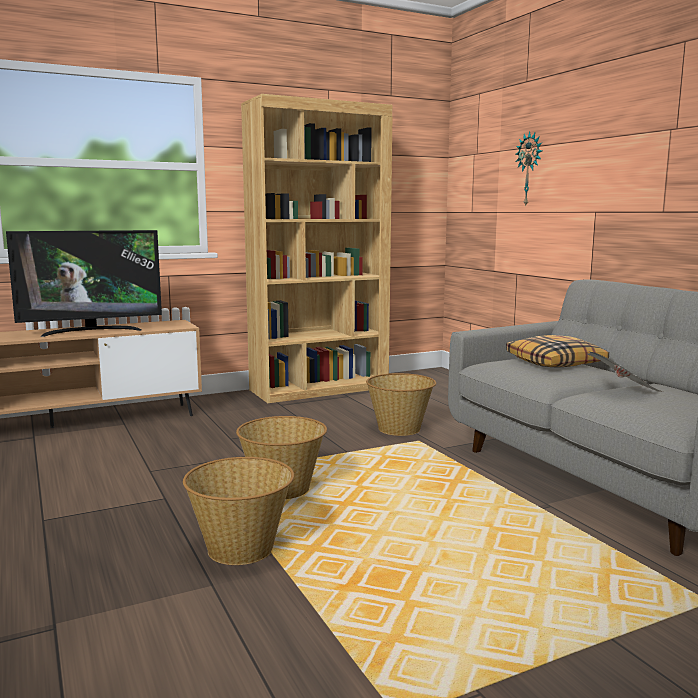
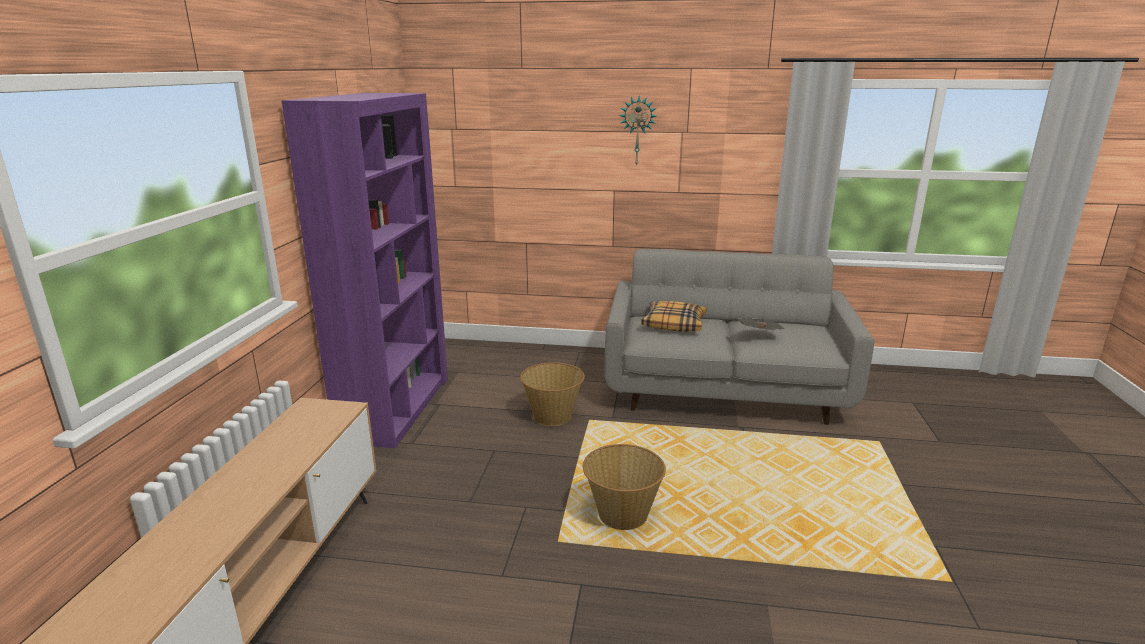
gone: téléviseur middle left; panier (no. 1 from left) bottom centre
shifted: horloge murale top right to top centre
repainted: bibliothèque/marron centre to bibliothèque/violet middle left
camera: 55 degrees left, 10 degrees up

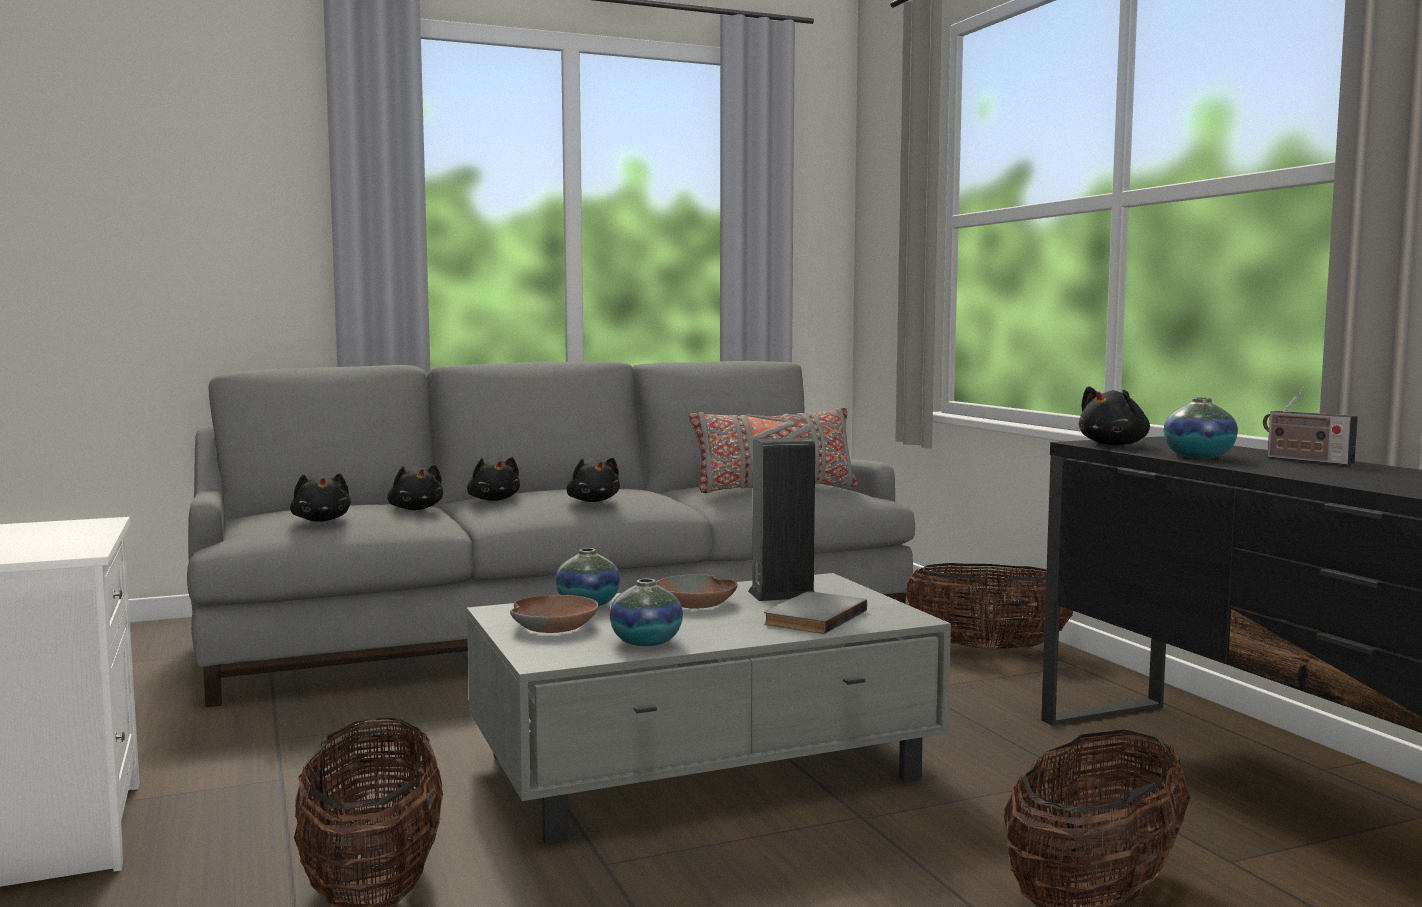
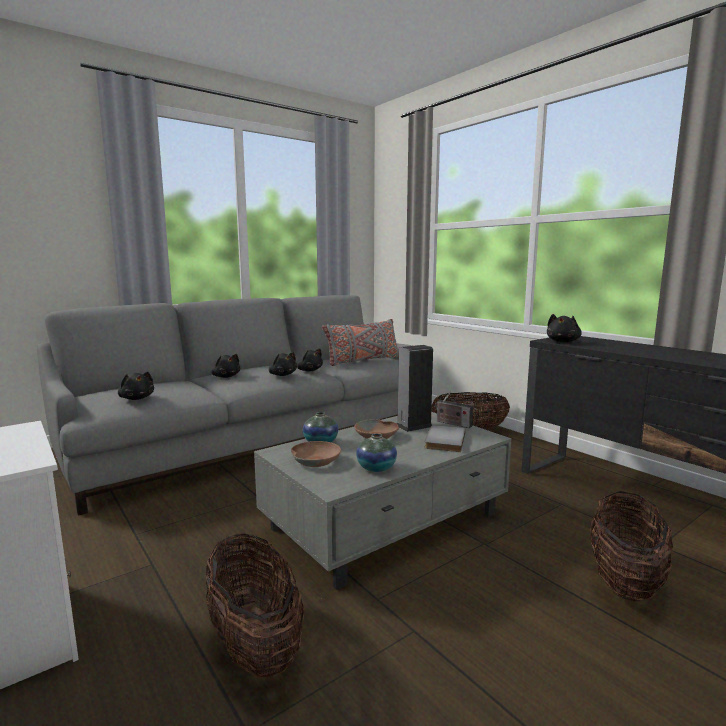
gone: vase (no. 3 from left) middle right
shifted: peluche/noir (no. 2 from left in the first image) middle left to peluche/noir (no. 4 from left) centre; radio middle right to centre
camera: 15 degrees left, 5 degrees up

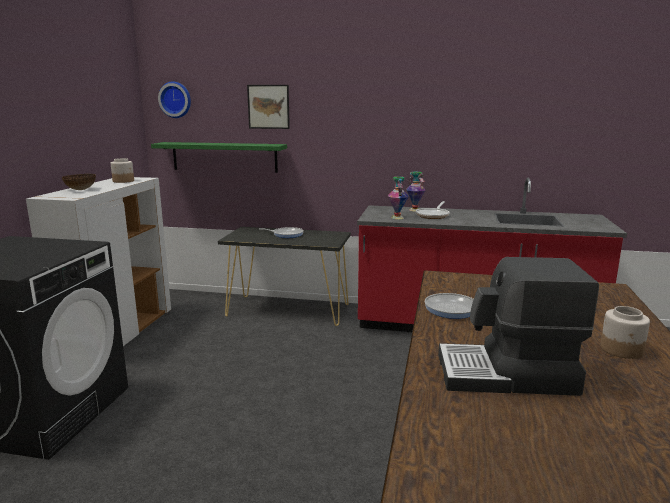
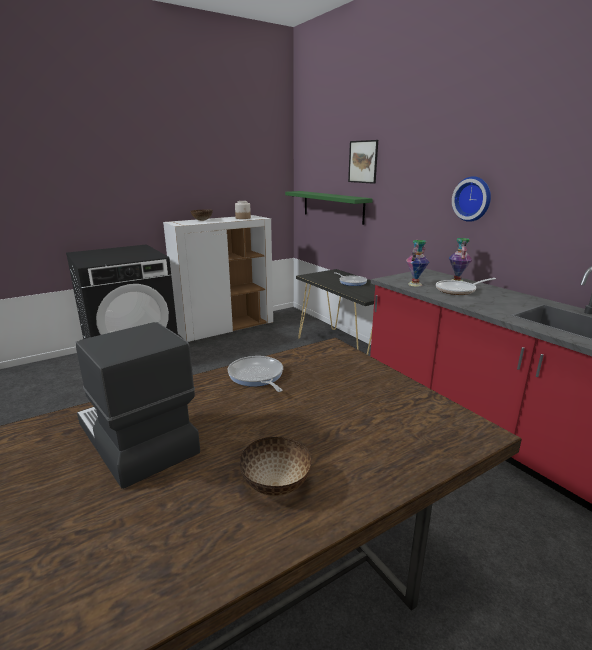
shifted: horloge murale top left to top right
swapped: bocal (no. 2 from left) middle right to bol (no. 2 from left) bottom centre
camera: 45 degrees right, 5 degrees up

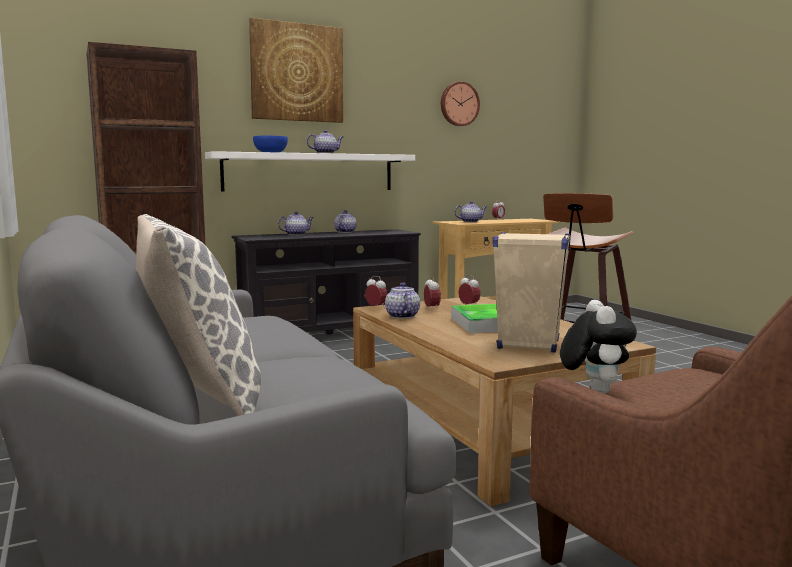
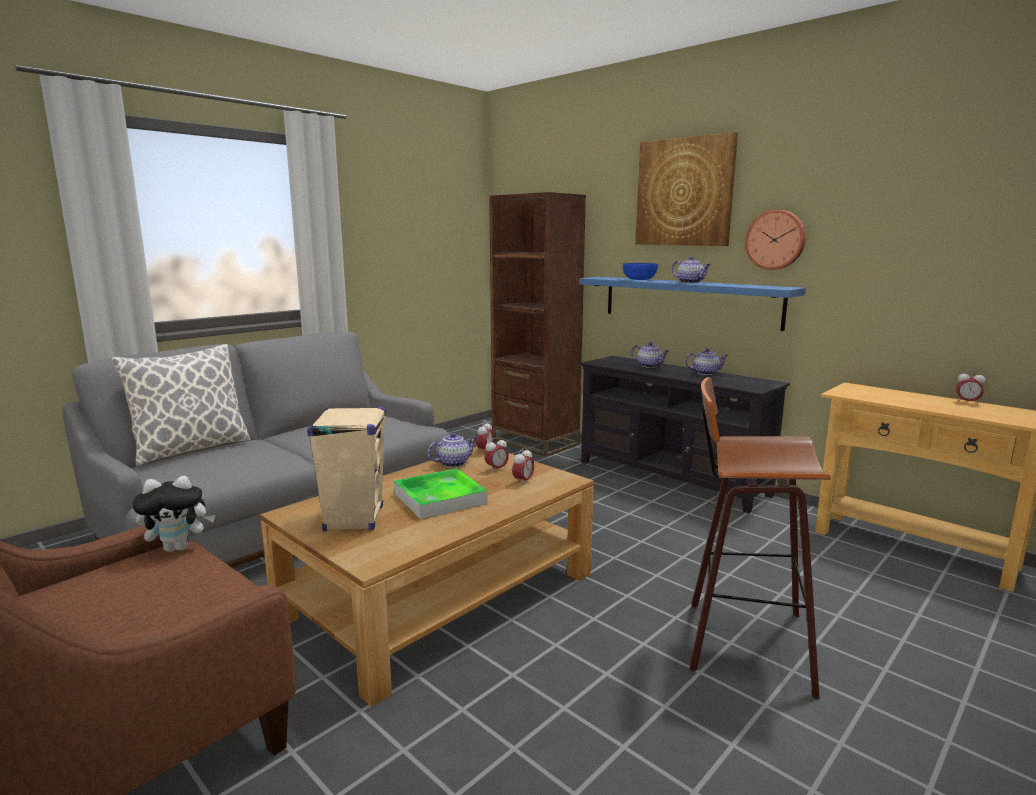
gone: théière (no. 5 from left) centre
shifted: horloge murale top centre to top right
repainted: étagère/blanc top centre to étagère/bleu middle right
camera: 70 degrees right, 5 degrees up

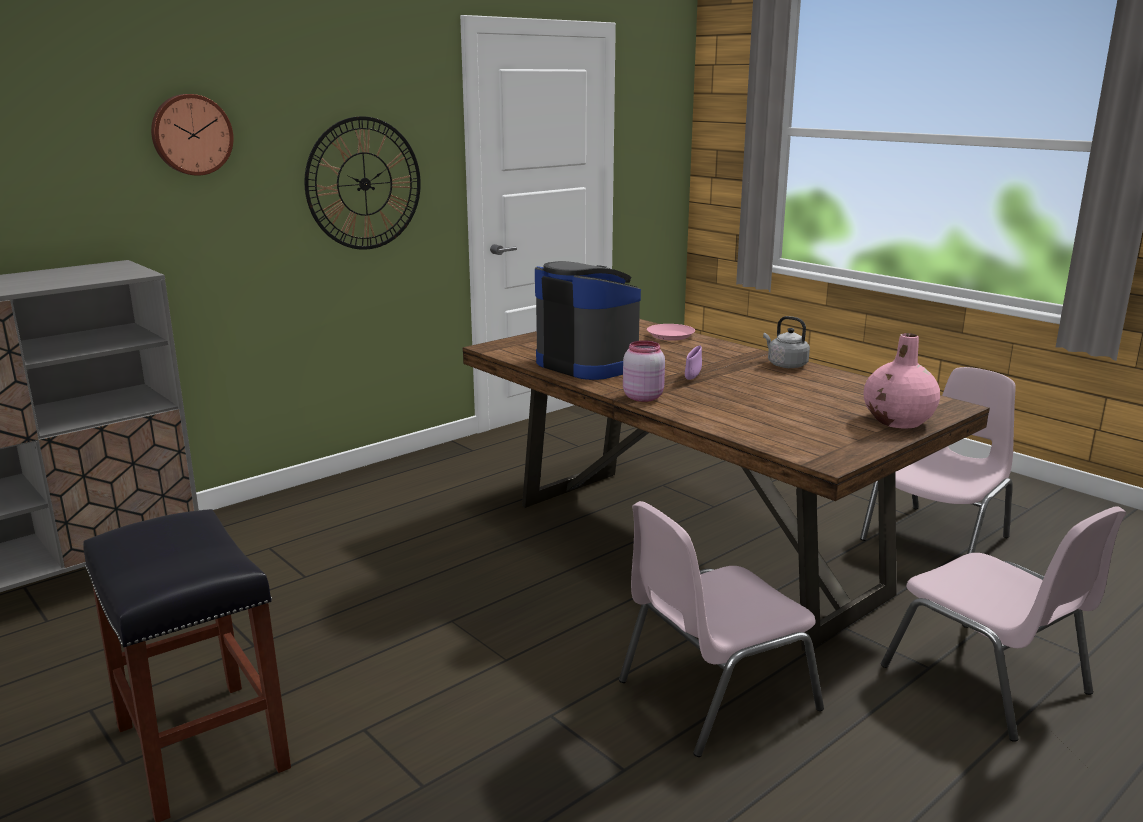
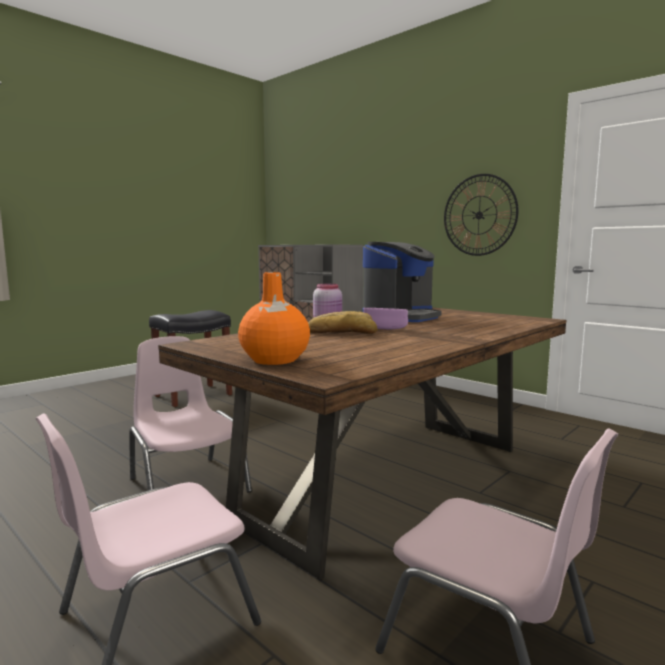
gone: horloge murale (no. 1 from left) top left; assiette/rose centre; bouilloire/gris middle right
new: pain centre
repainted: vase/rose middle right to vase/orange centre
camera: 85 degrees right, 10 degrees down

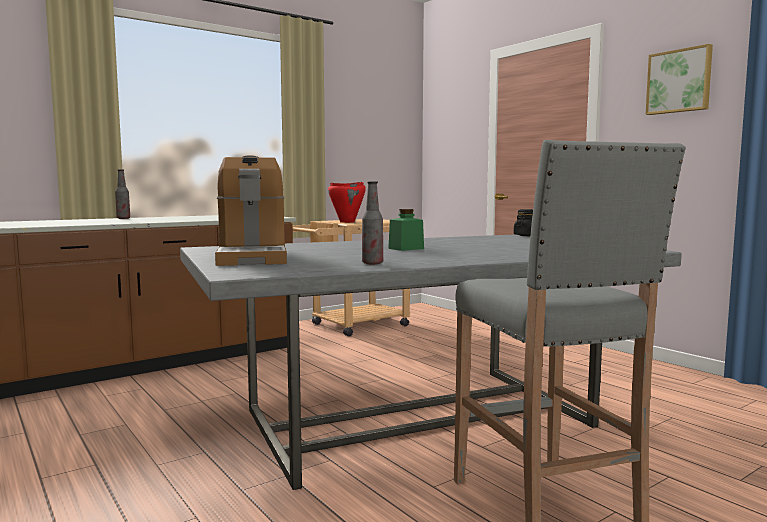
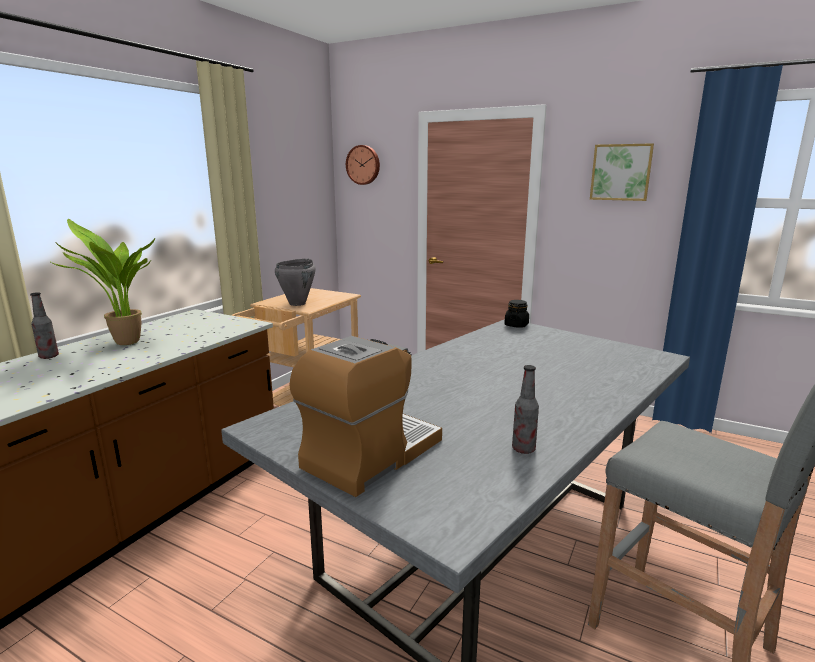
gone: bocal/vert centre
new: plante en pot middle left; horloge murale top centre
repainted: marmite/rouge centre to marmite/gris centre
rotated: machine à café middle left = centre 105 degrees counterclockwise
camera: 25 degrees left, 10 degrees up

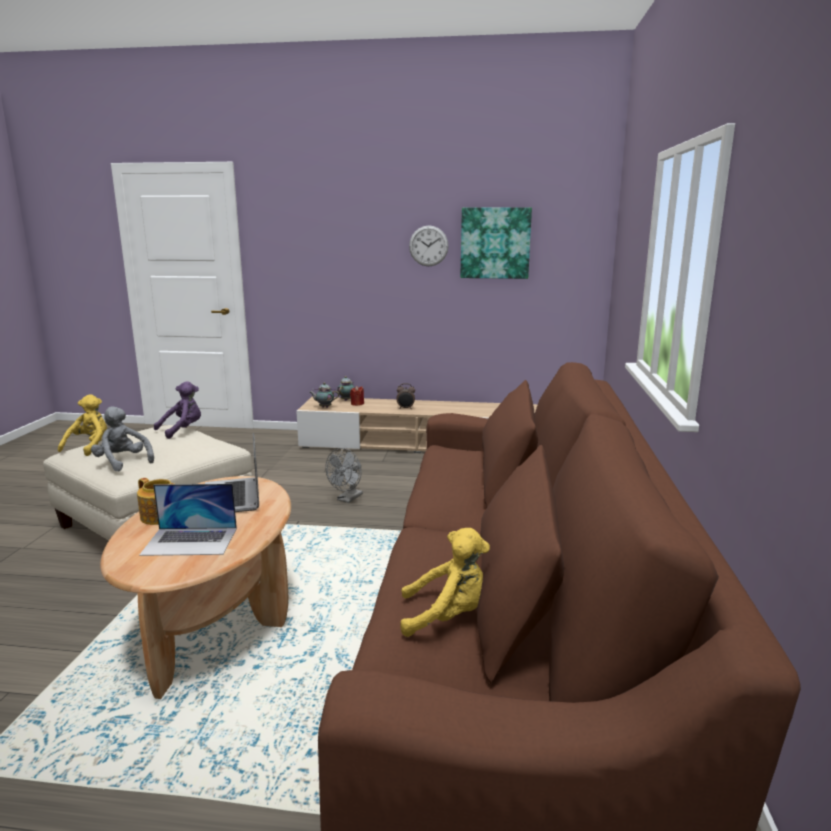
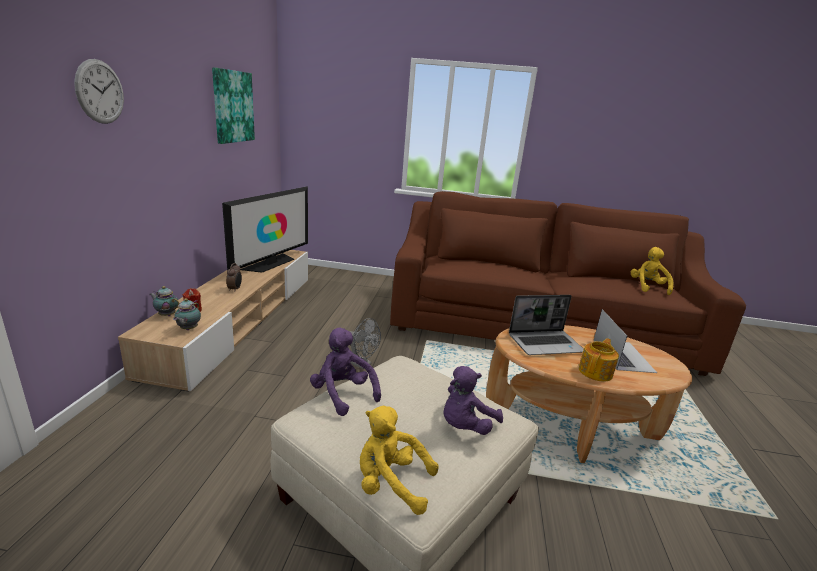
new: téléviseur middle left
shifted: horloge murale top centre to top left
repainted: peluche/gris middle left to peluche/violet (no. 2 from left) bottom centre
camera: 90 degrees left, 5 degrees up

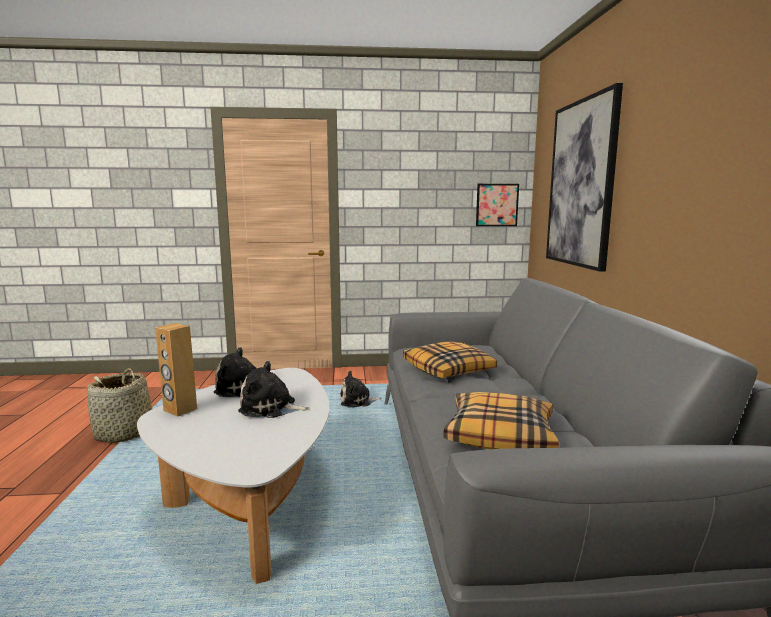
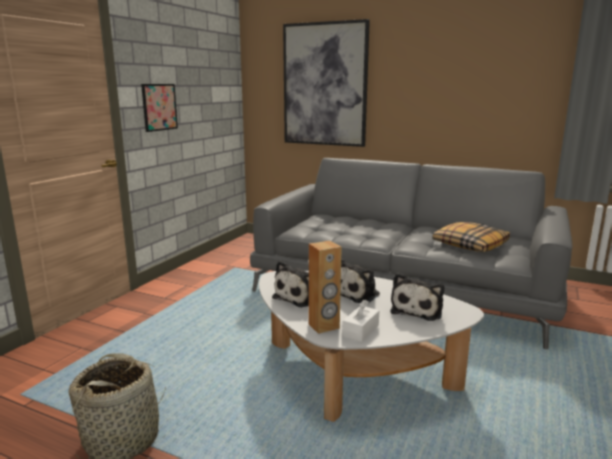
gone: coussin (no. 1 from left) centre
new: boîte à mouchoirs/blanc bottom centre
shifted: tableau (no. 1 from left) top centre to top left; peluche (no. 3 from left) centre to middle right
camera: 60 degrees left, 5 degrees up

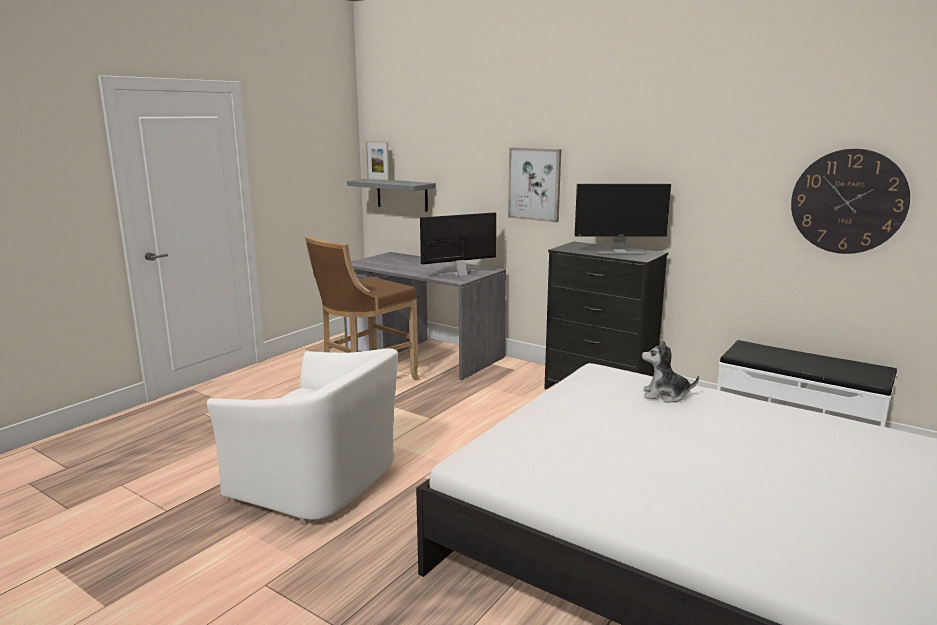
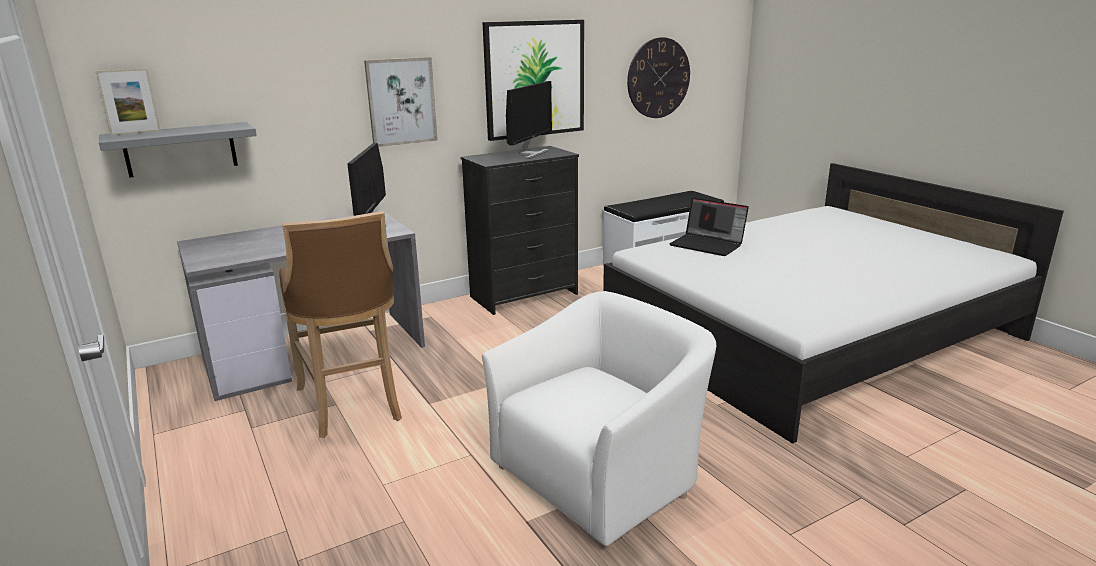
new: tableau (no. 2 from left) top centre
swapped: peluche middle right to ordinateur portable centre
camera: 65 degrees left, 5 degrees up

